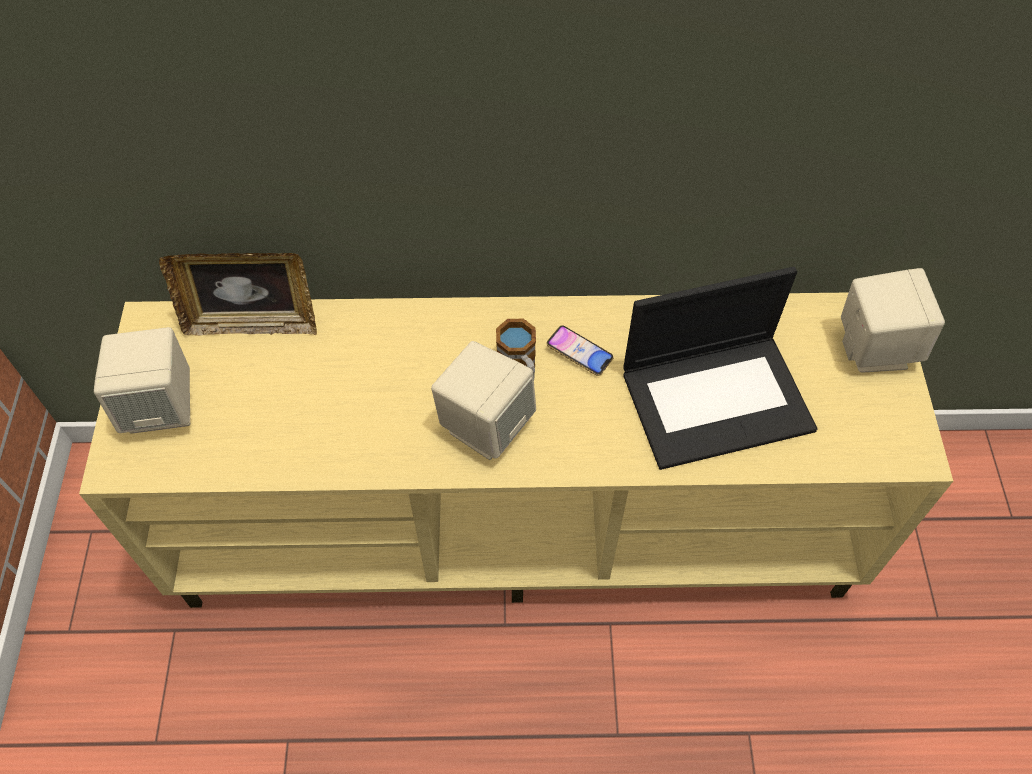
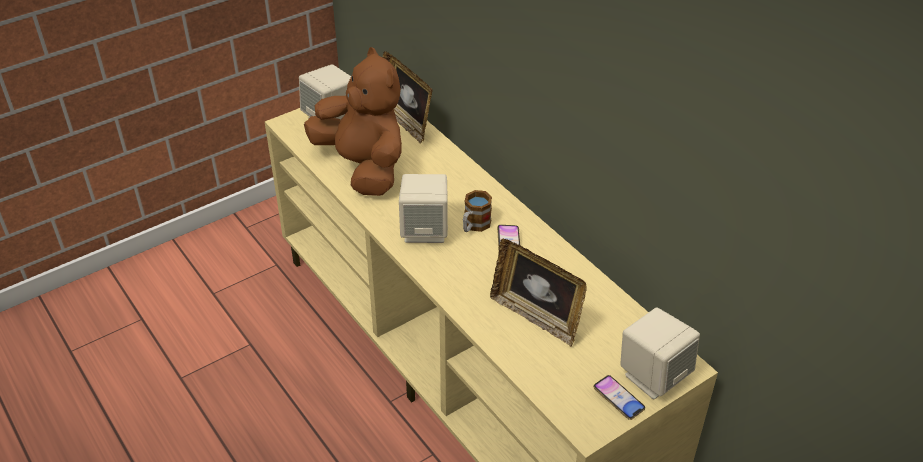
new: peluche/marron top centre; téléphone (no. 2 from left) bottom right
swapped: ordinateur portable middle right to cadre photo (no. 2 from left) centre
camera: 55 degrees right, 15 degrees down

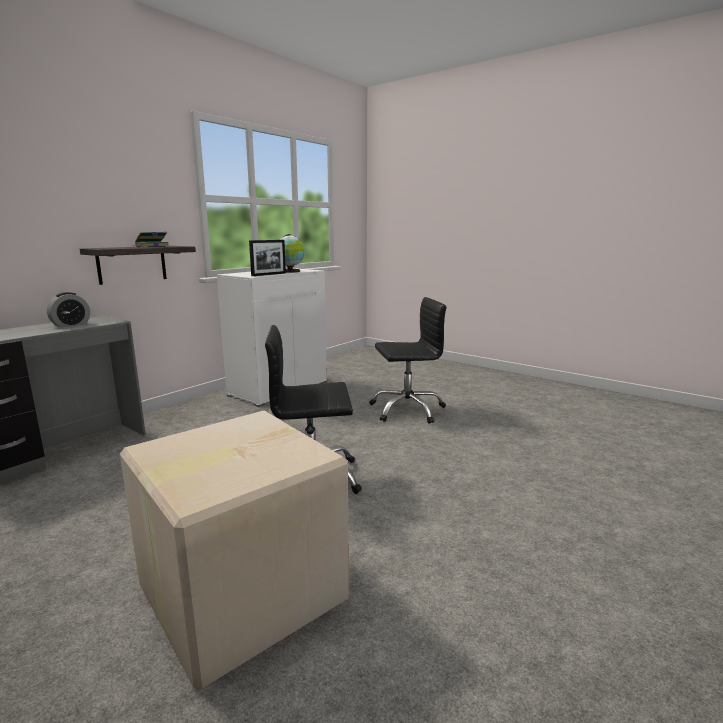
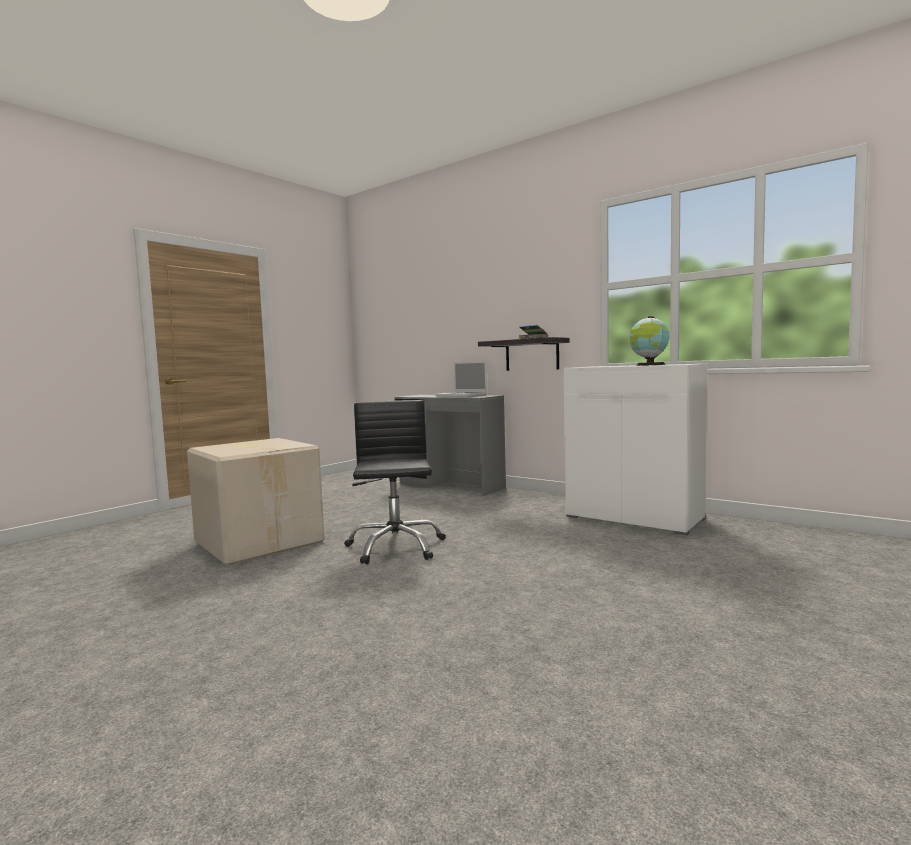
gone: cadre photo centre; chaise de bureau/noir (no. 2 from left) centre
swapped: réveil middle left to ordinateur portable centre
camera: 90 degrees right, 10 degrees down

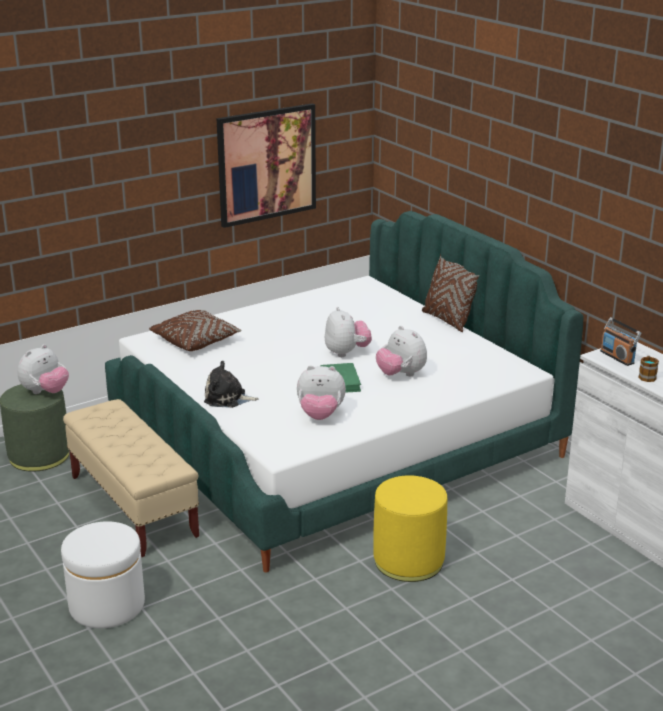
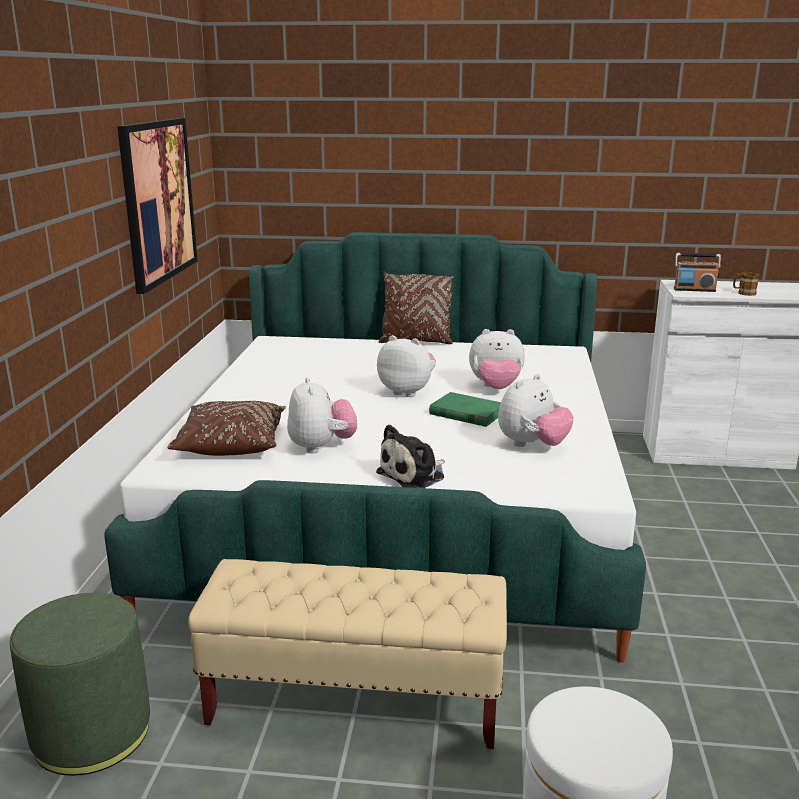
gone: pouf/jaune bottom centre
shifted: peluche (no. 1 from left) middle left to centre
camera: 50 degrees left, 5 degrees down

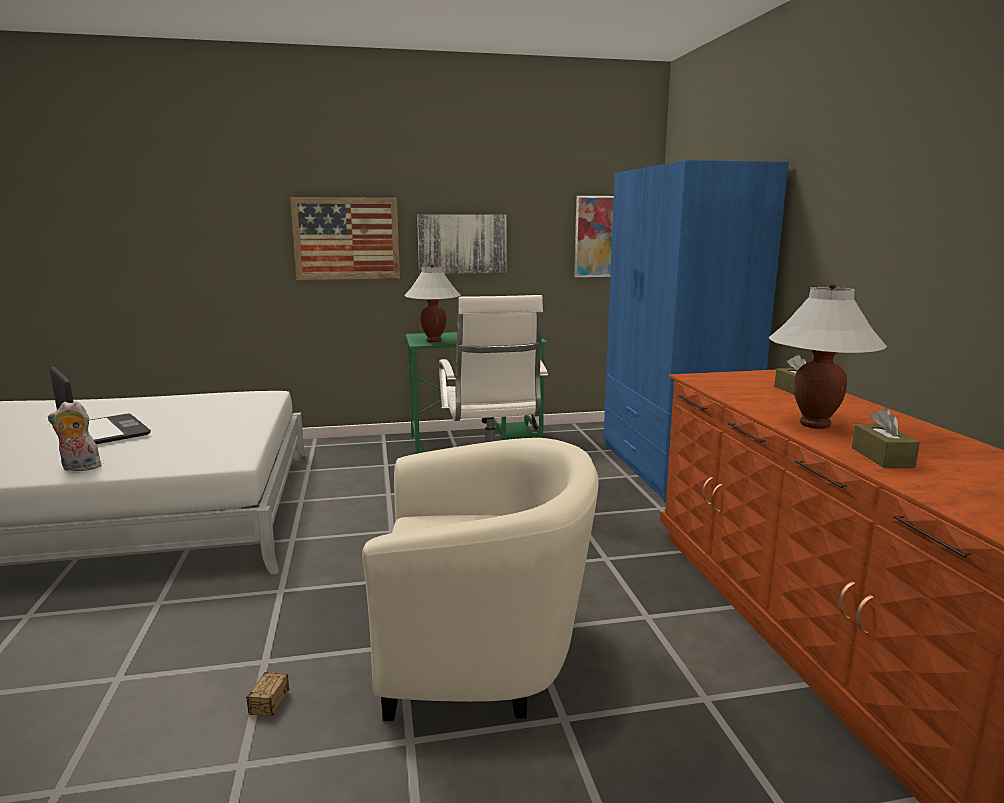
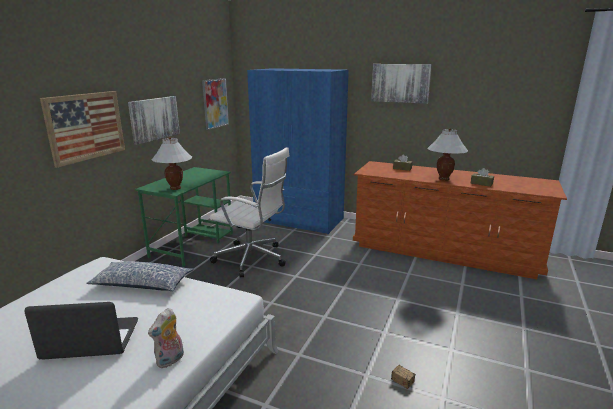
gone: fauteuil/beige bottom centre
new: coussin bottom left; tableau (no. 4 from left) top centre
camera: 55 degrees left, 5 degrees up

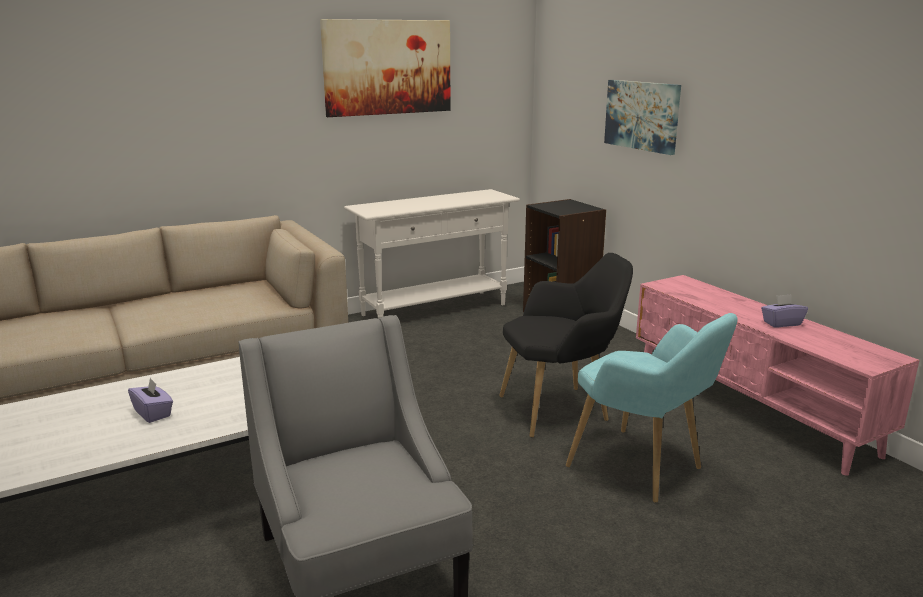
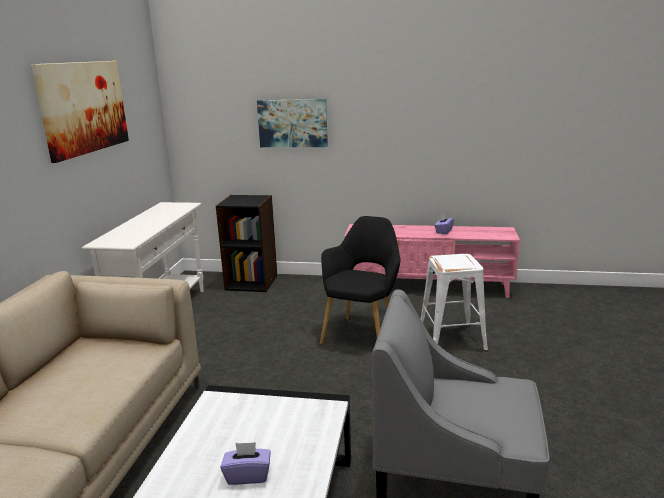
swapped: fauteuil/turquoise bottom right to tabouret/blanc middle right
camera: 50 degrees left, 0 degrees up

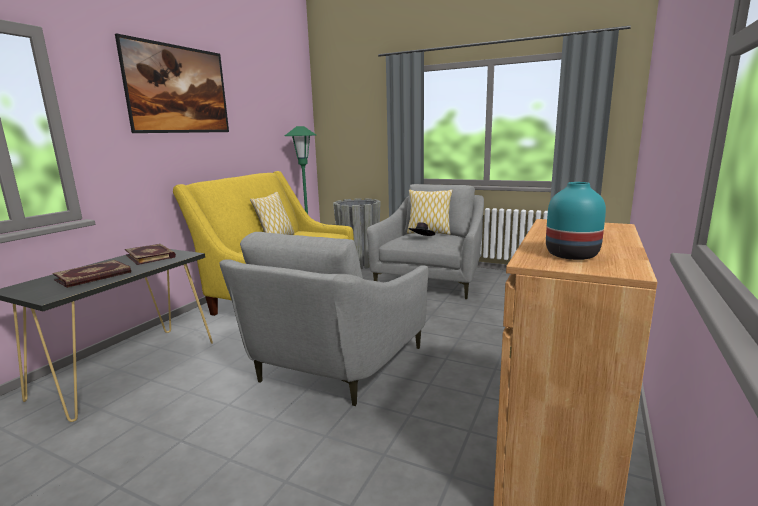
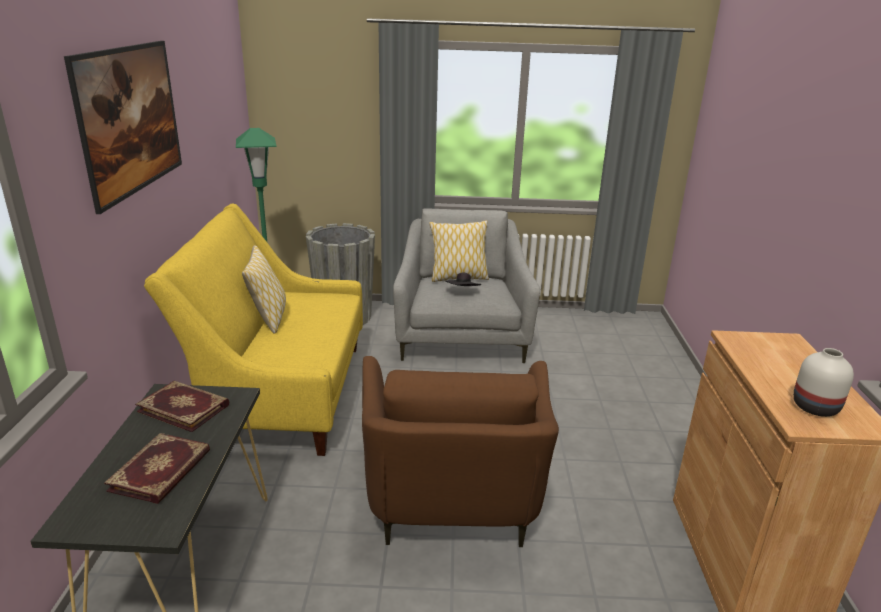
repainted: fauteuil/gris (no. 1 from left) centre to fauteuil/marron bottom centre; vase/turquoise middle right to vase/blanc middle right
camera: 25 degrees left, 10 degrees up

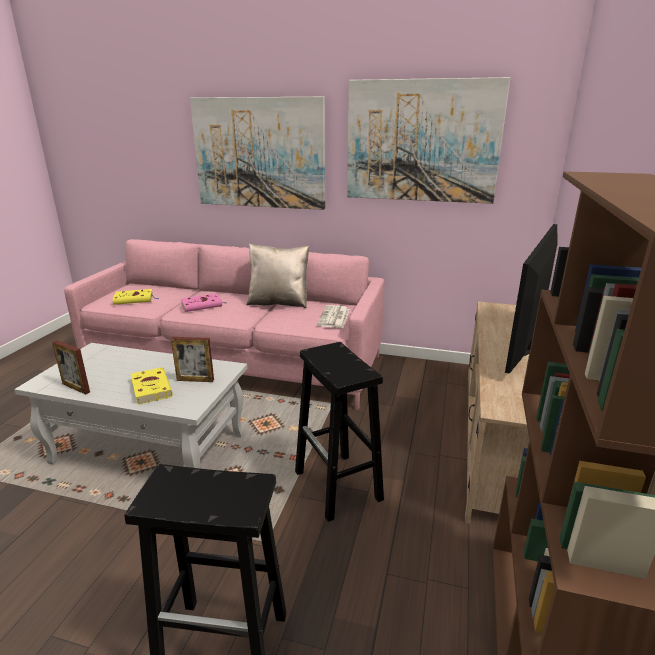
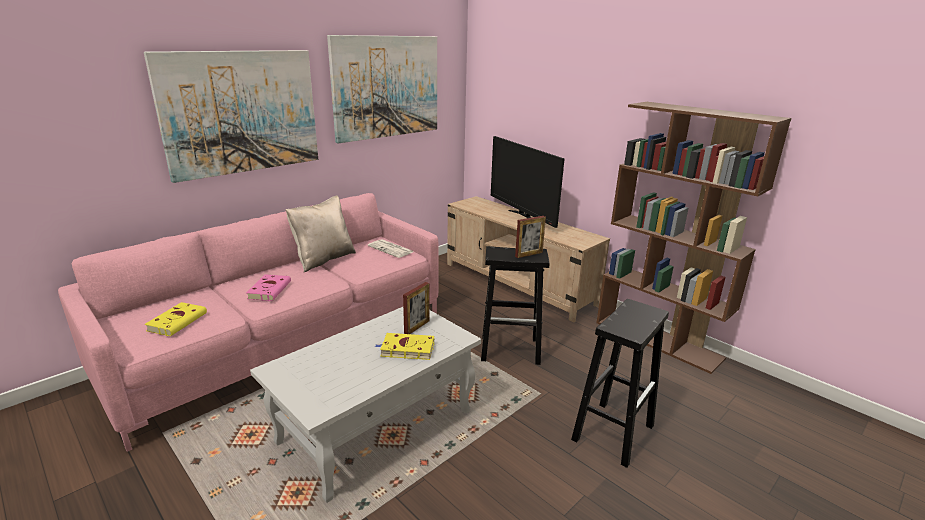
shifted: cadre photo (no. 1 from left in the first image) middle left to cadre photo (no. 2 from left) centre
camera: 60 degrees left, 0 degrees up

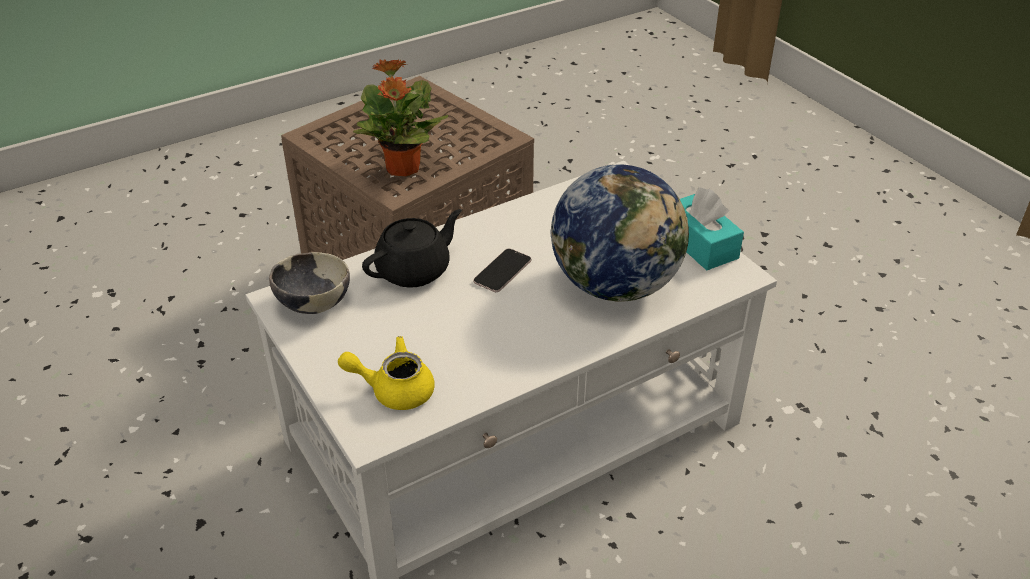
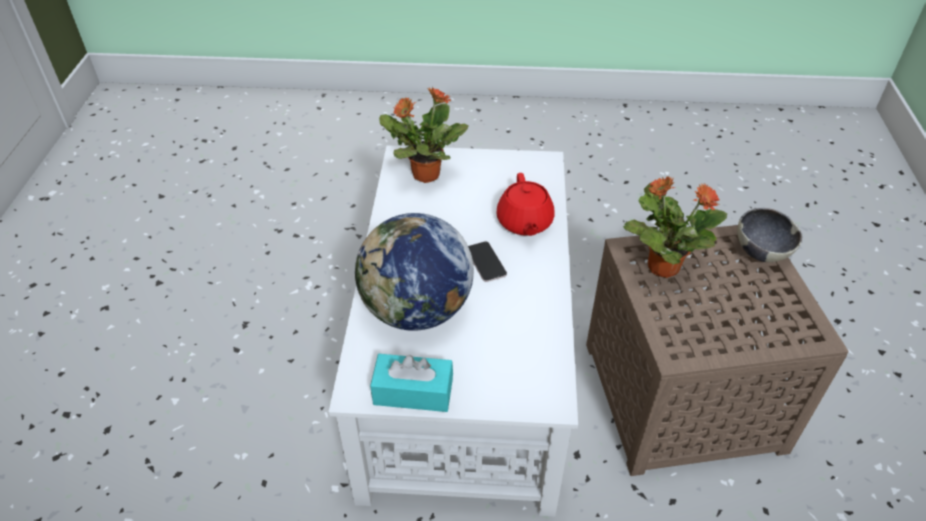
shifted: bol middle left to middle right
swapped: théière/jaune centre to plante en pot (no. 1 from left) top centre
repainted: théière/noir centre to théière/rouge centre
camera: 125 degrees right, 5 degrees up

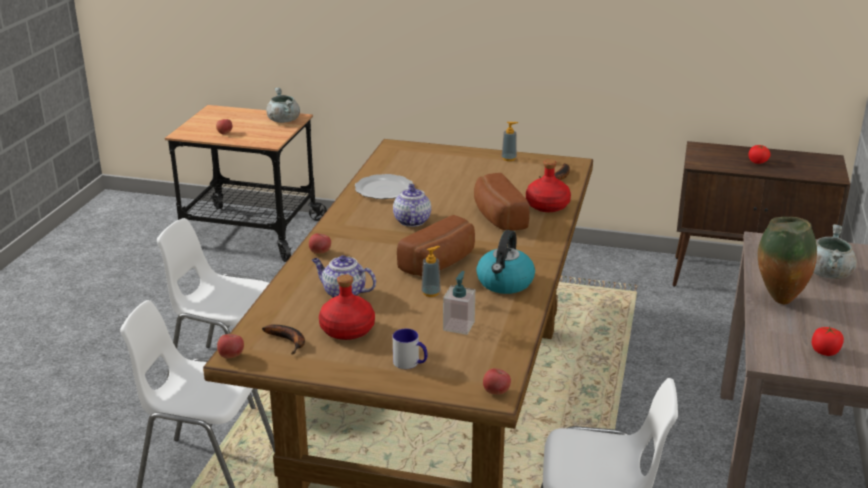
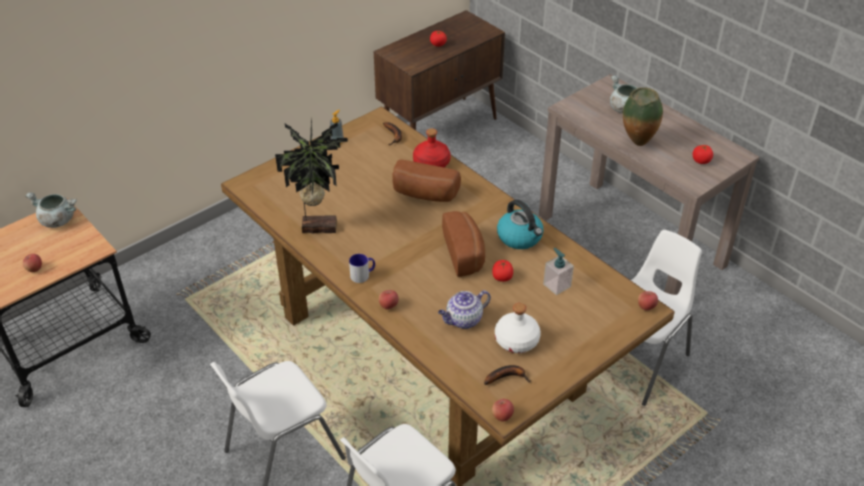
gone: théière (no. 2 from left) centre
shifted: mug bottom centre to centre
swapped: assiette centre to plante en pot centre; distributeur de savon (no. 1 from left) centre to tomate (no. 2 from left) centre
repainted: bouteille/rouge (no. 1 from left) centre to bouteille/blanc bottom centre
camera: 55 degrees left, 15 degrees up

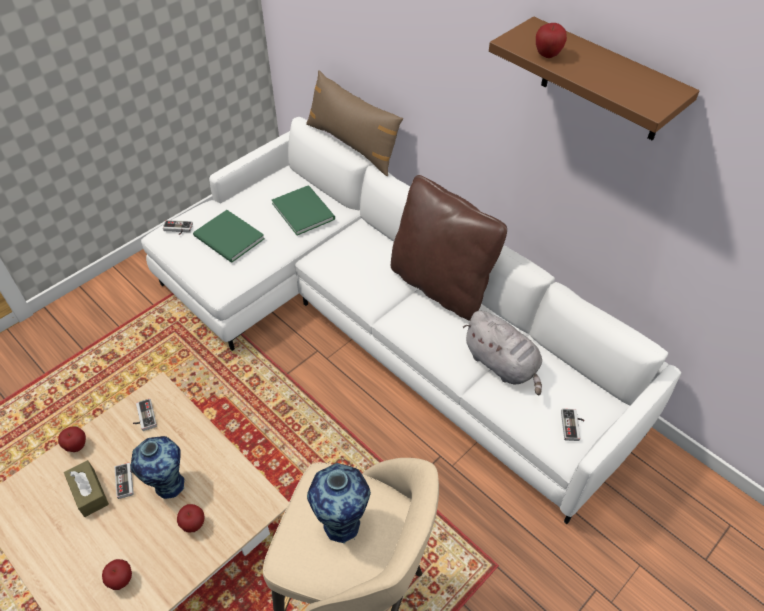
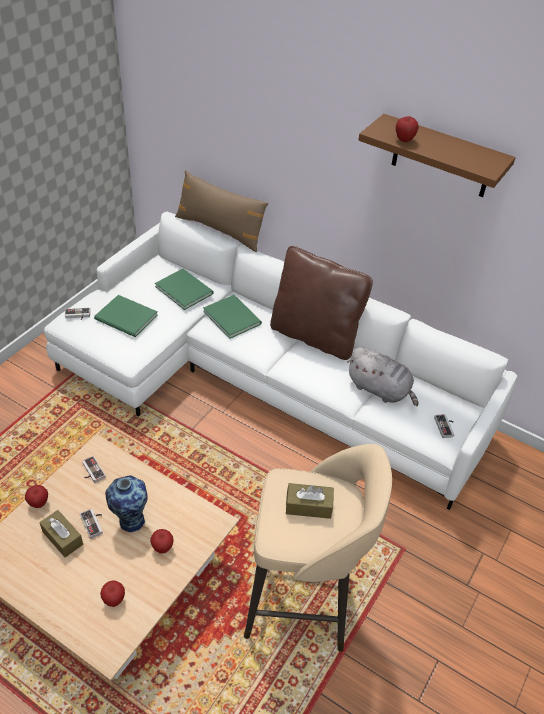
new: livre/vert (no. 3 from left) centre
swapped: vase (no. 2 from left) bottom centre to boîte à mouchoirs/marron (no. 2 from left) bottom centre
camera: 15 degrees left, 5 degrees down

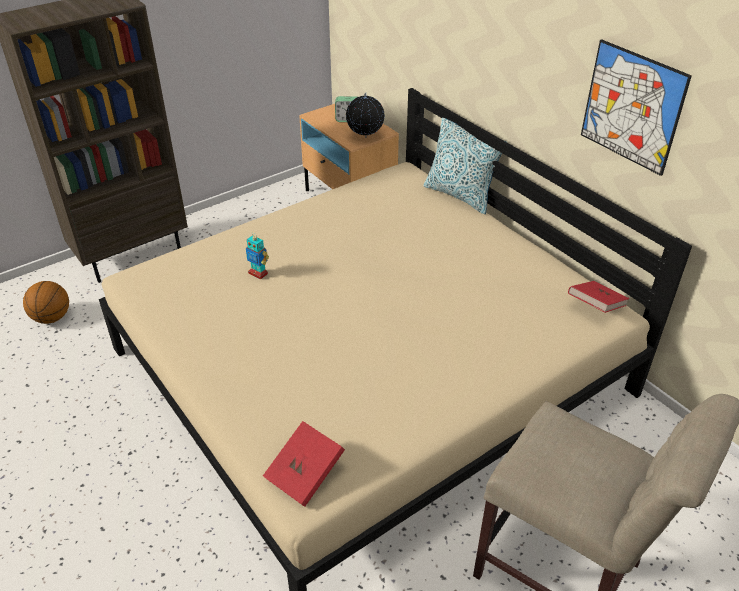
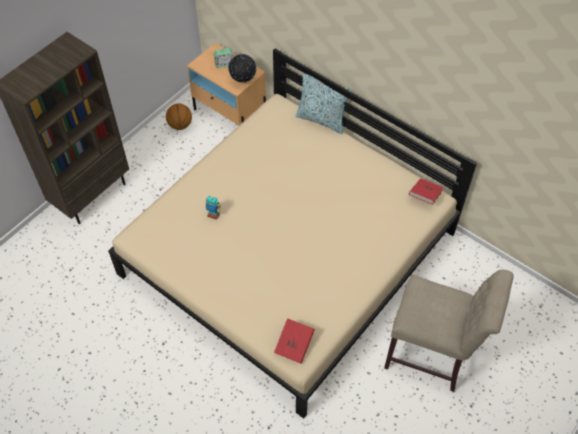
gone: tableau top right
shifted: ballon de basket middle left to top left
camera: 15 degrees left, 15 degrees up

